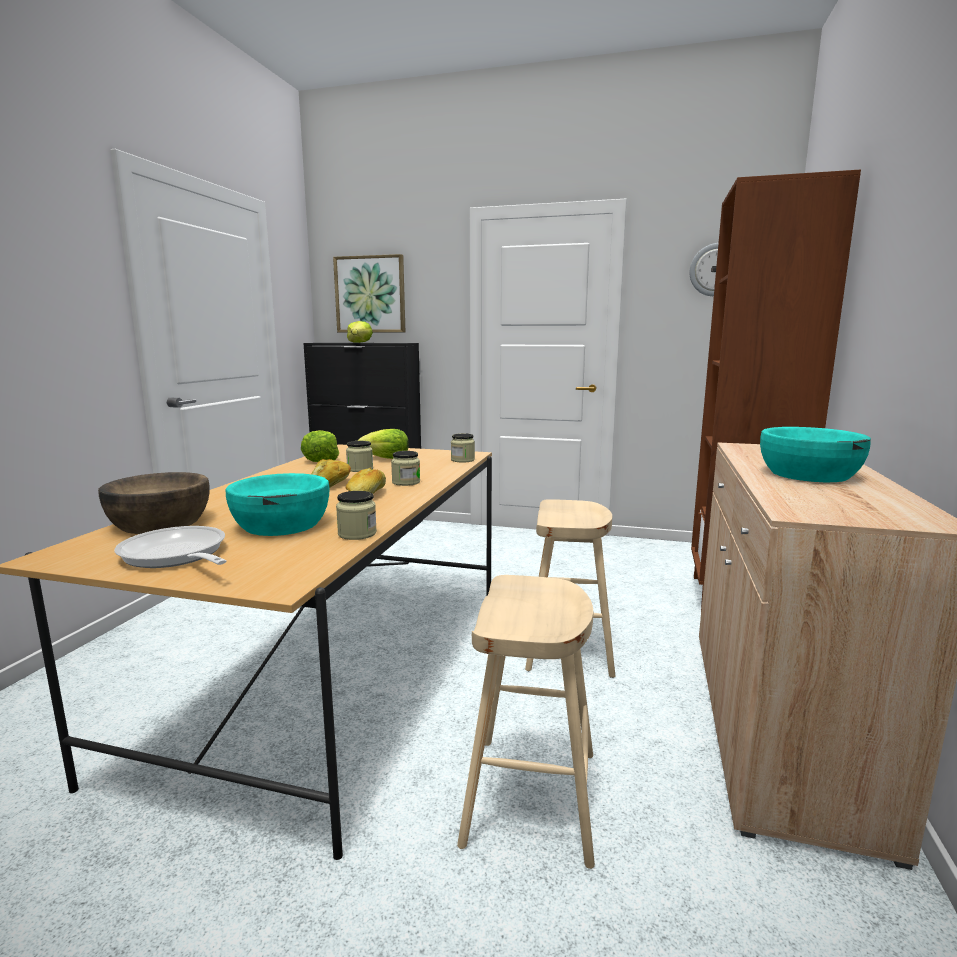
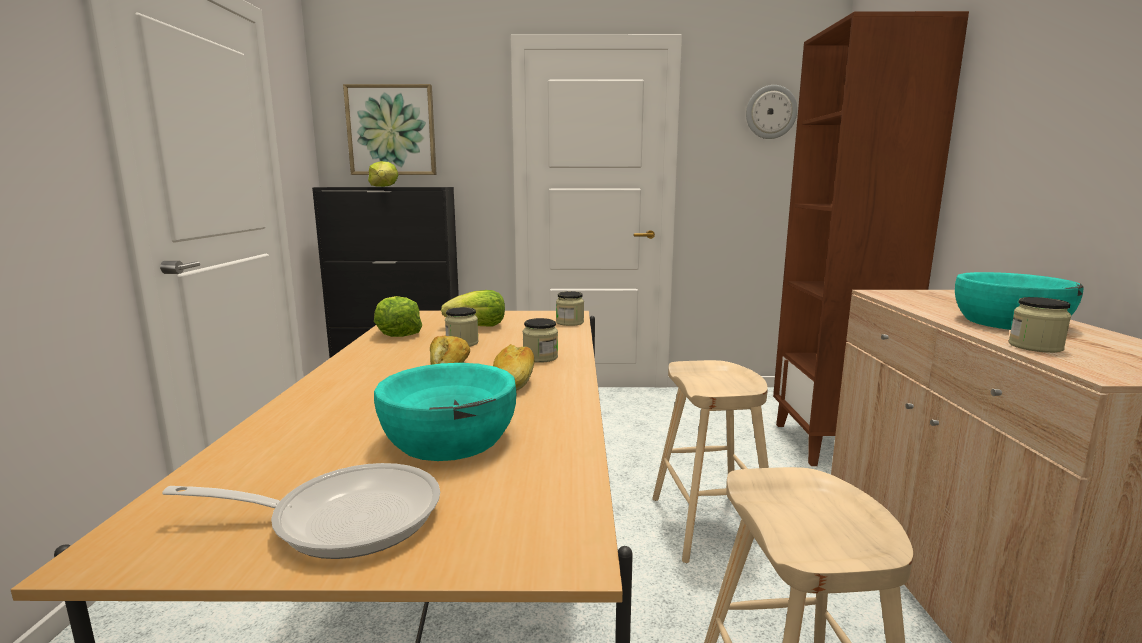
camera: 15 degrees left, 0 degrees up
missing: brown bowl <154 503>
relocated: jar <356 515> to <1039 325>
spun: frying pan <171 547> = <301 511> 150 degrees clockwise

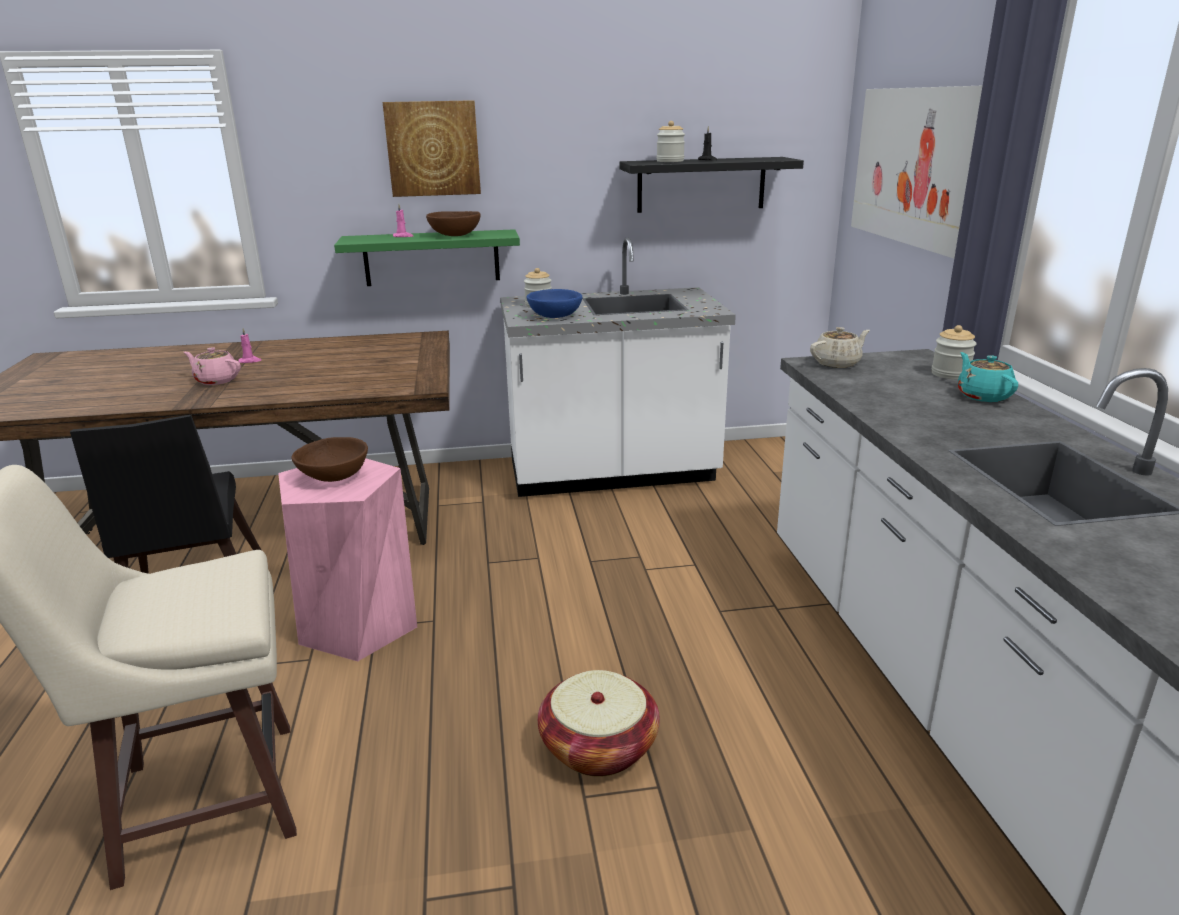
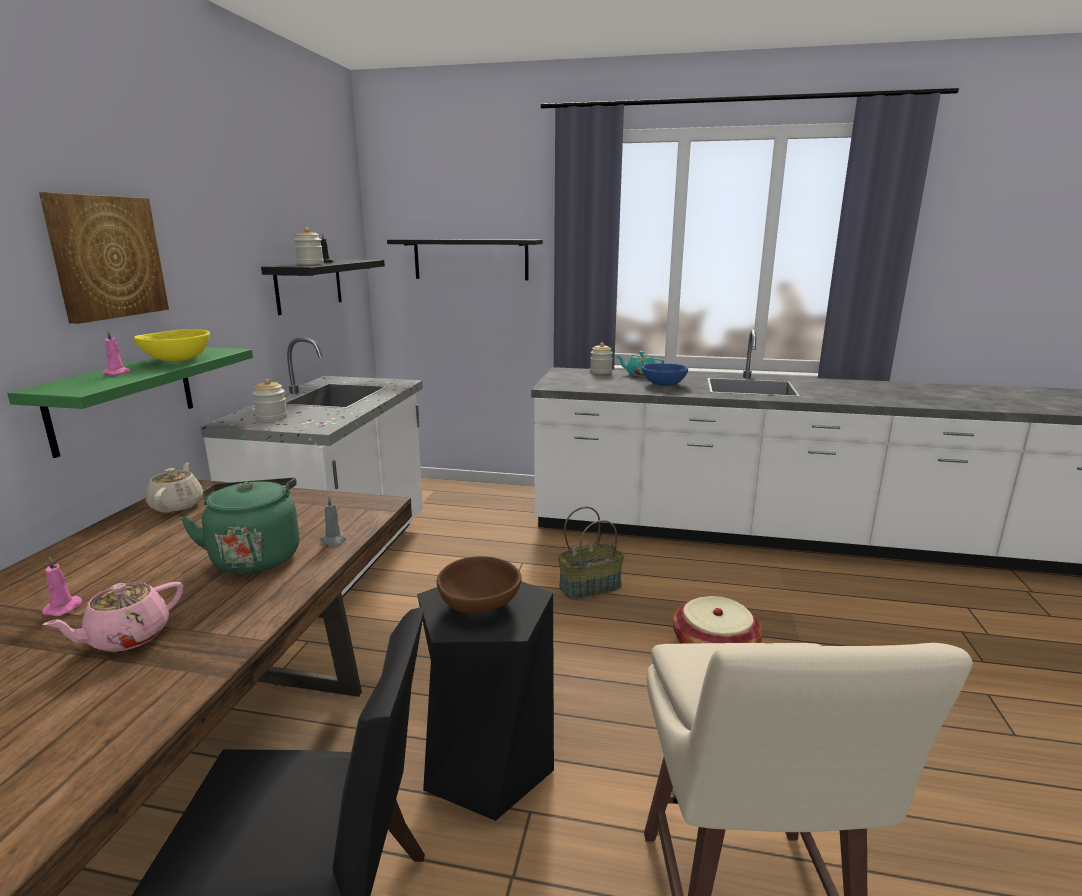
camera: 70 degrees left, 5 degrees down
appeared: green kettle <239 526>; grey candle <333 521>; basket <591 553>
relocated: blue bowl <554 303> to <665 374>; beige teapot <840 347> to <174 487>
exchanged: picture <916 172> to black shelf <465 259>
colour: pink stool <347 559> to black stool <485 701>; brown bowl <453 223> to yellow bowl <172 345>

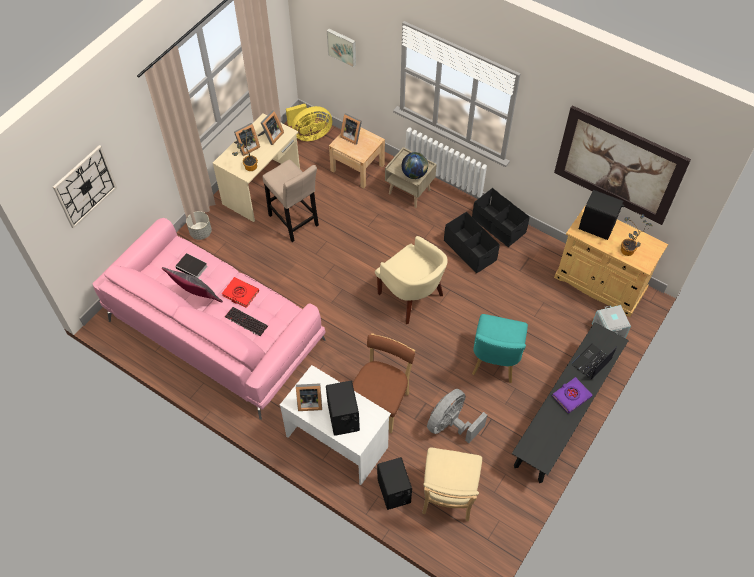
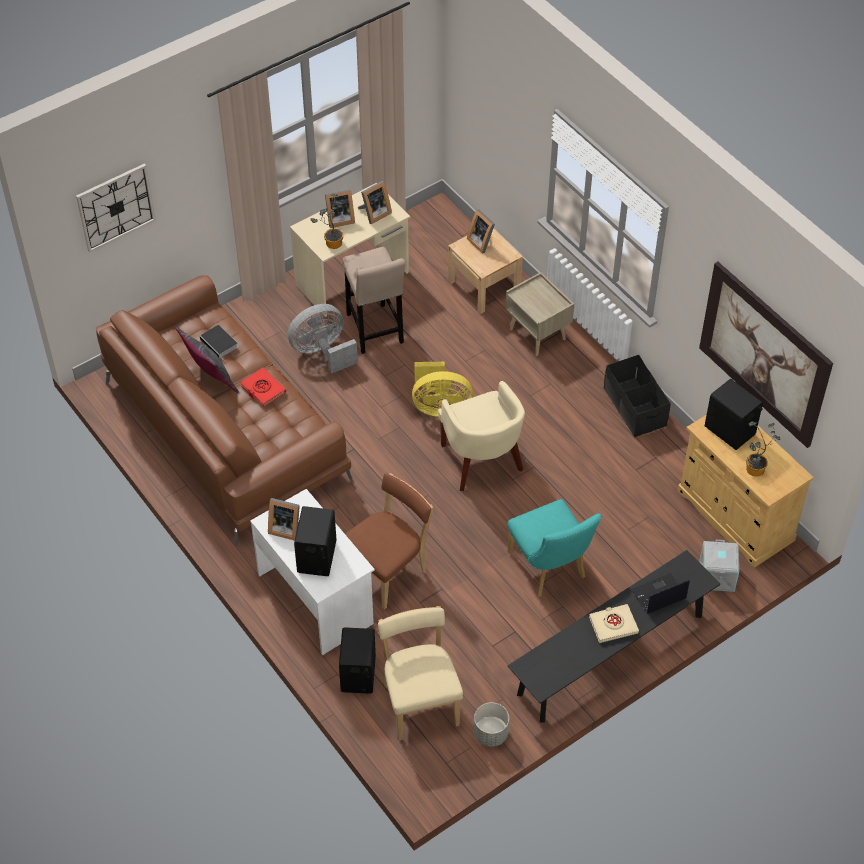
camera: 20 degrees right, 5 degrees down
missing: keyboard <246 321>; picture <341 48>; globe <415 165>; black storage box <472 243>
relocated: grey planter <199 225> to <491 724>; yellow fan <309 122> to <442 389>; grey fan <457 416> to <322 339>
colour: pink sofa <209 319> to brown sofa <224 410>; purple book <572 395> to beige book <614 623>
spun: beige chair <452 485> = <420 673> 135 degrees clockwise; turquoise chair <500 348> = <554 548> 60 degrees counterclockwise

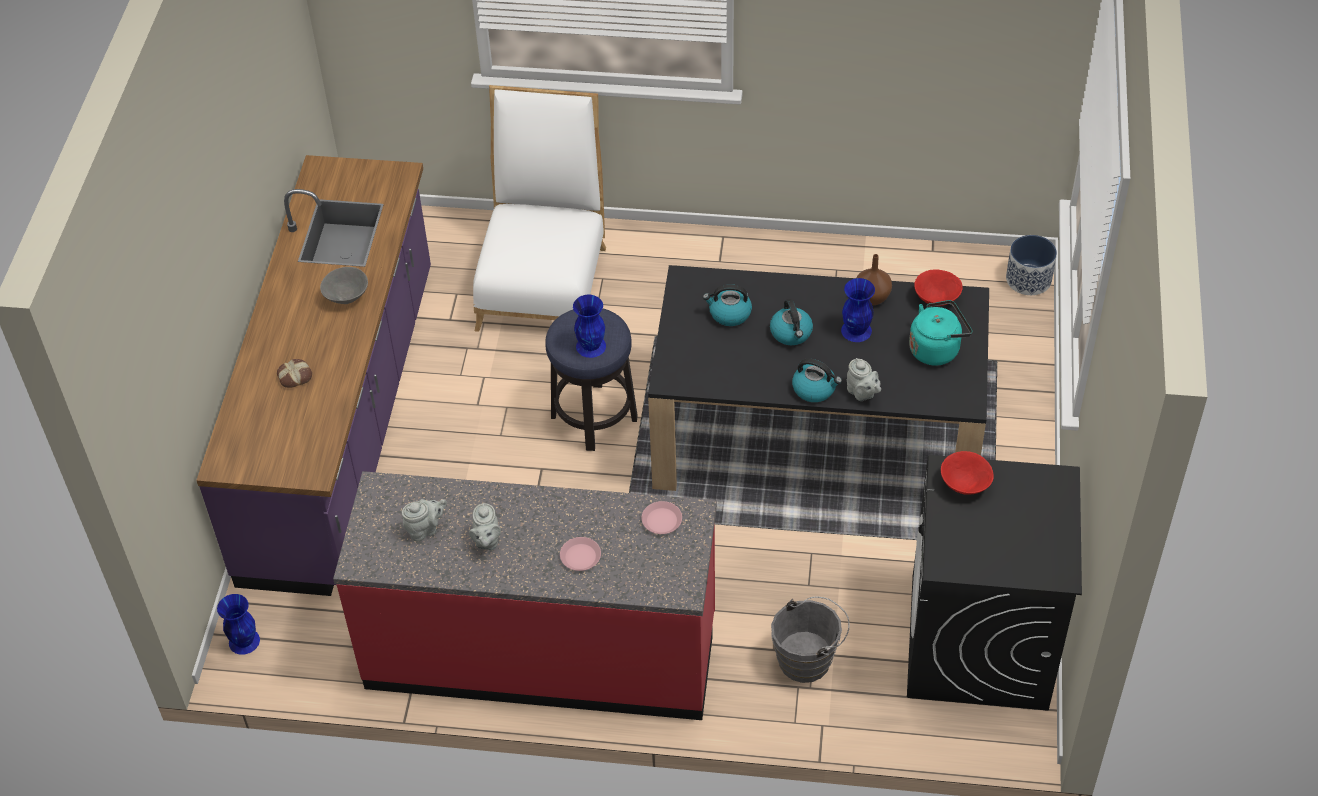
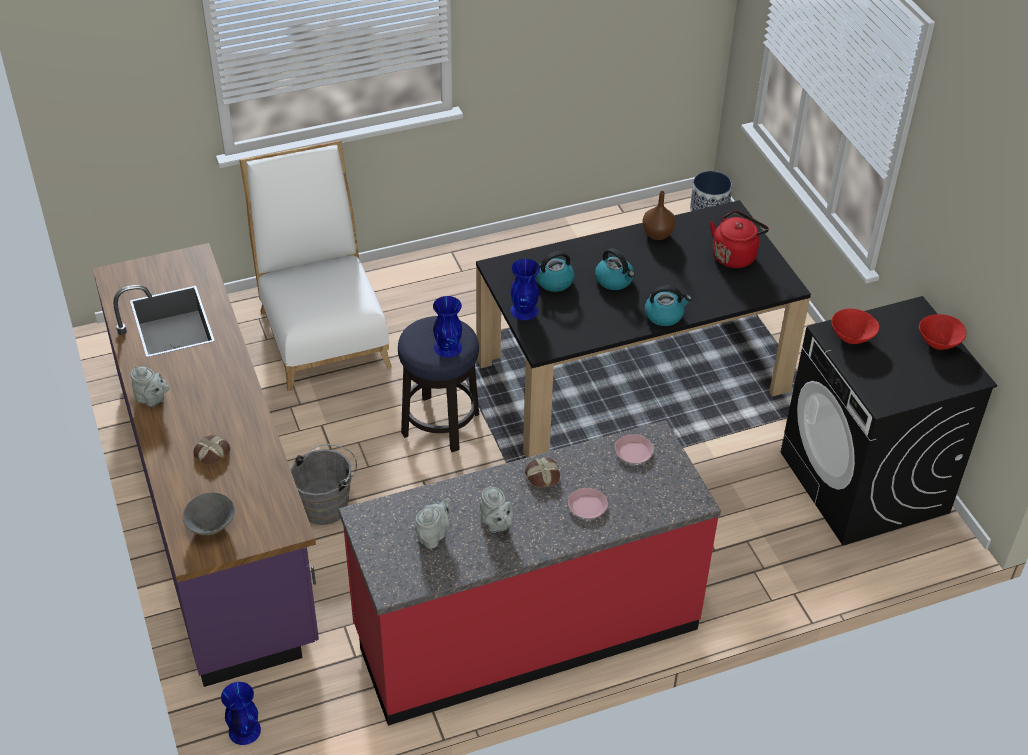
camera: 30 degrees left, 5 degrees down
appeared: bread <542 472>
relocated: grey bowl <344 285> to <209 513>; grey bucket <810 640> to <323 484>; blue vase <858 310> to <525 289>; grey teapot <864 379> to <149 386>; red bowl <938 288> to <942 332>
colour: turquoise kettle <940 333> to red kettle <739 239>

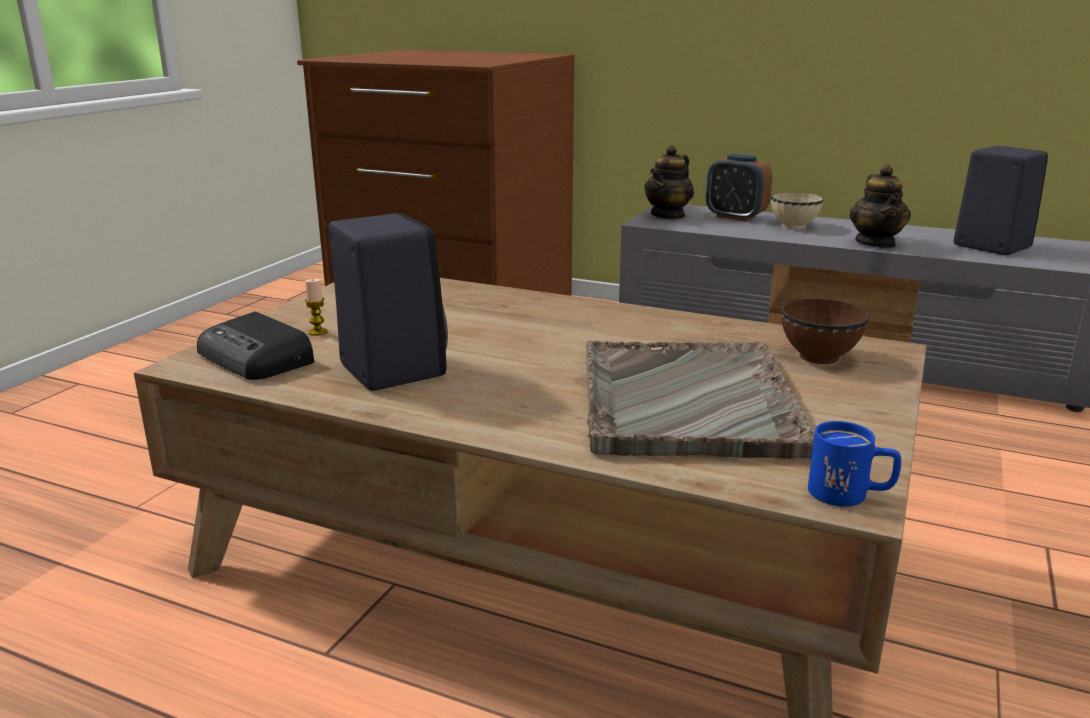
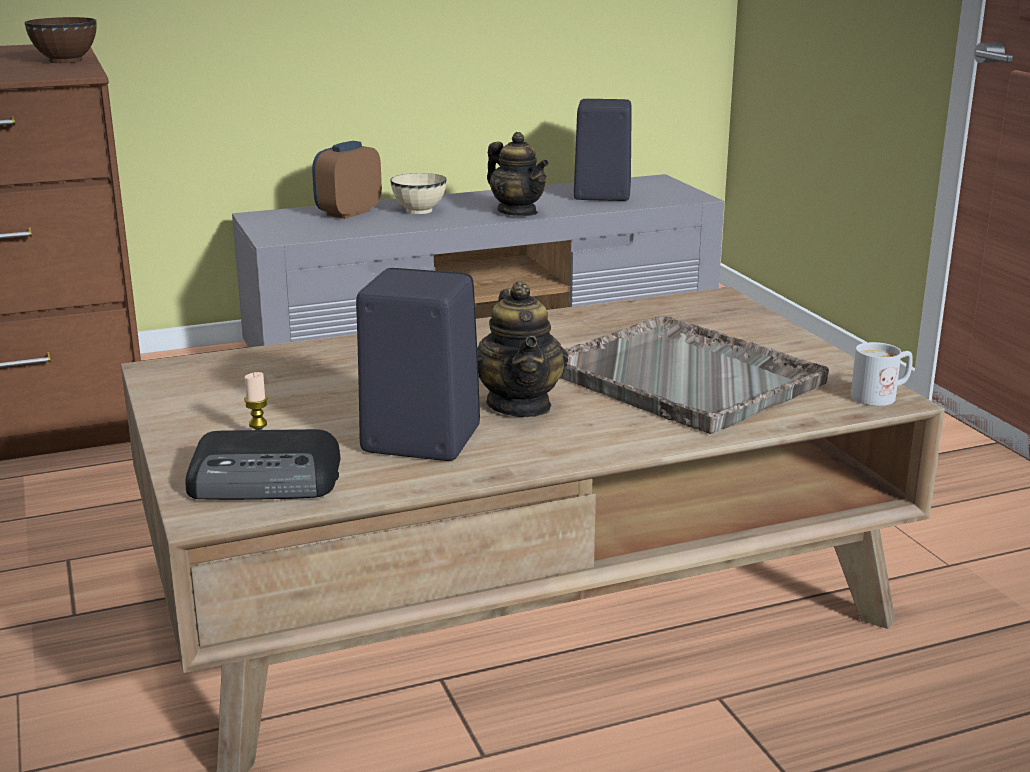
camera: 45 degrees left, 0 degrees up
relocated: teapot <669 182> to <522 349>; brown bowl <825 331> to <60 40>
colour: blue mug <854 464> to white mug <882 374>
spun: alarm clock <739 188> = <347 180> 135 degrees clockwise

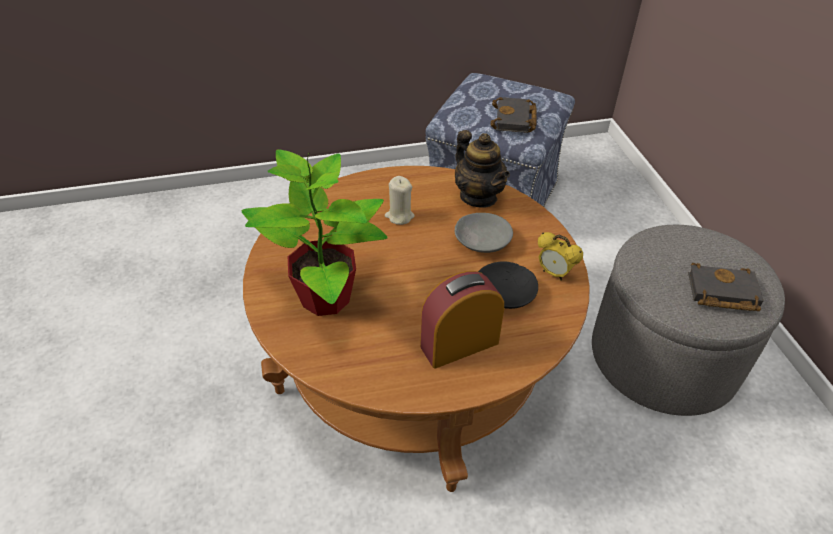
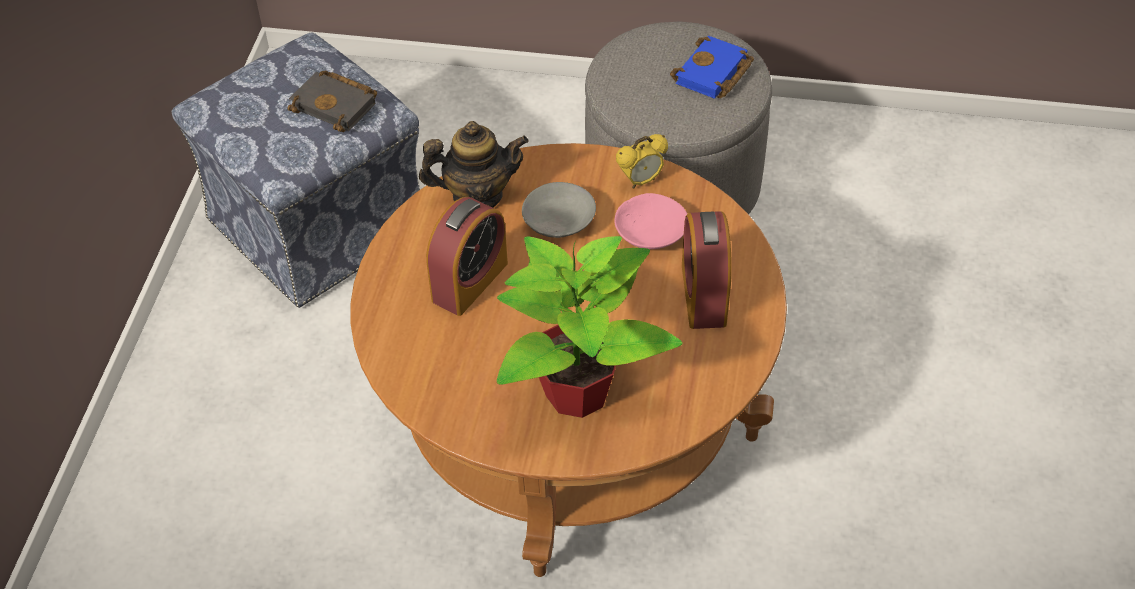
camera: 65 degrees left, 5 degrees up
exchanged: beige candle <400 200> to alarm clock <467 256>
colour: black bowl <508 285> to pink bowl <650 221>; black book <725 287> to blue book <712 67>

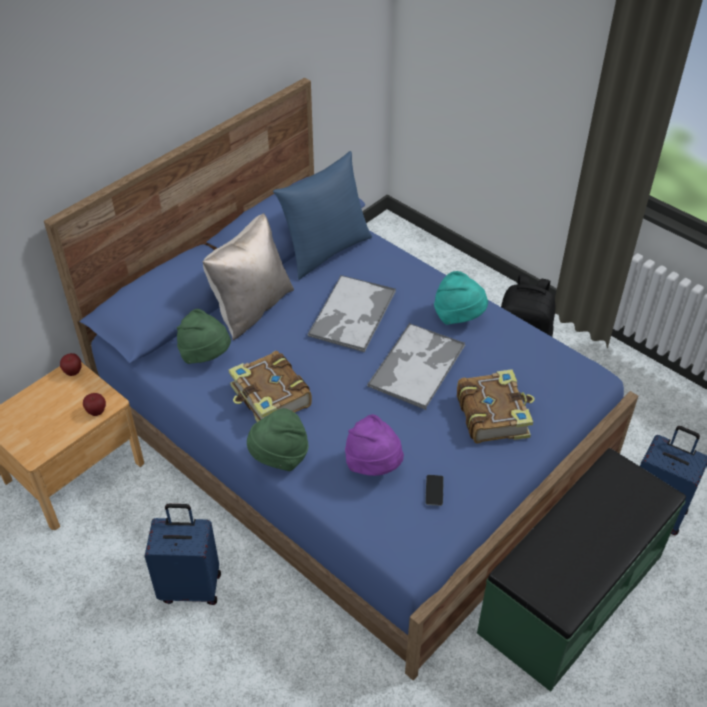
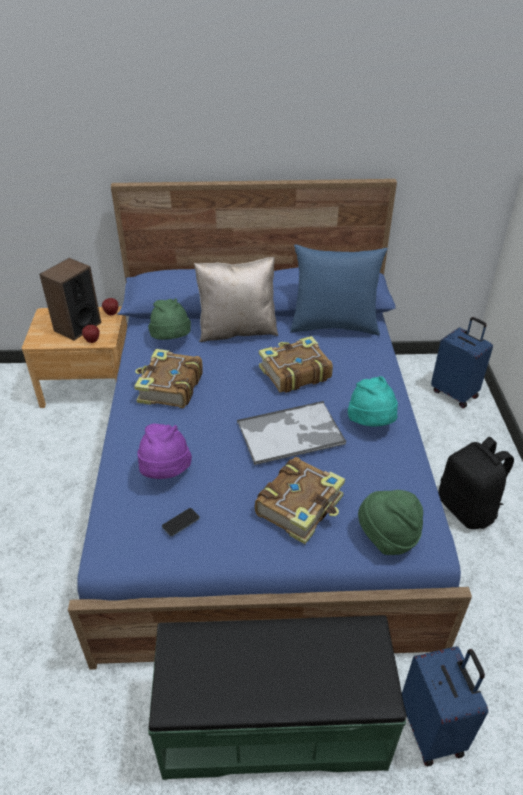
camera: 45 degrees right, 5 degrees down
appeared: speaker <70 299>
relocated: blue suitcase <183 554> to <462 362>; green hat <277 439> to <390 522>
exchanged: tray <351 313> to book <296 364>

